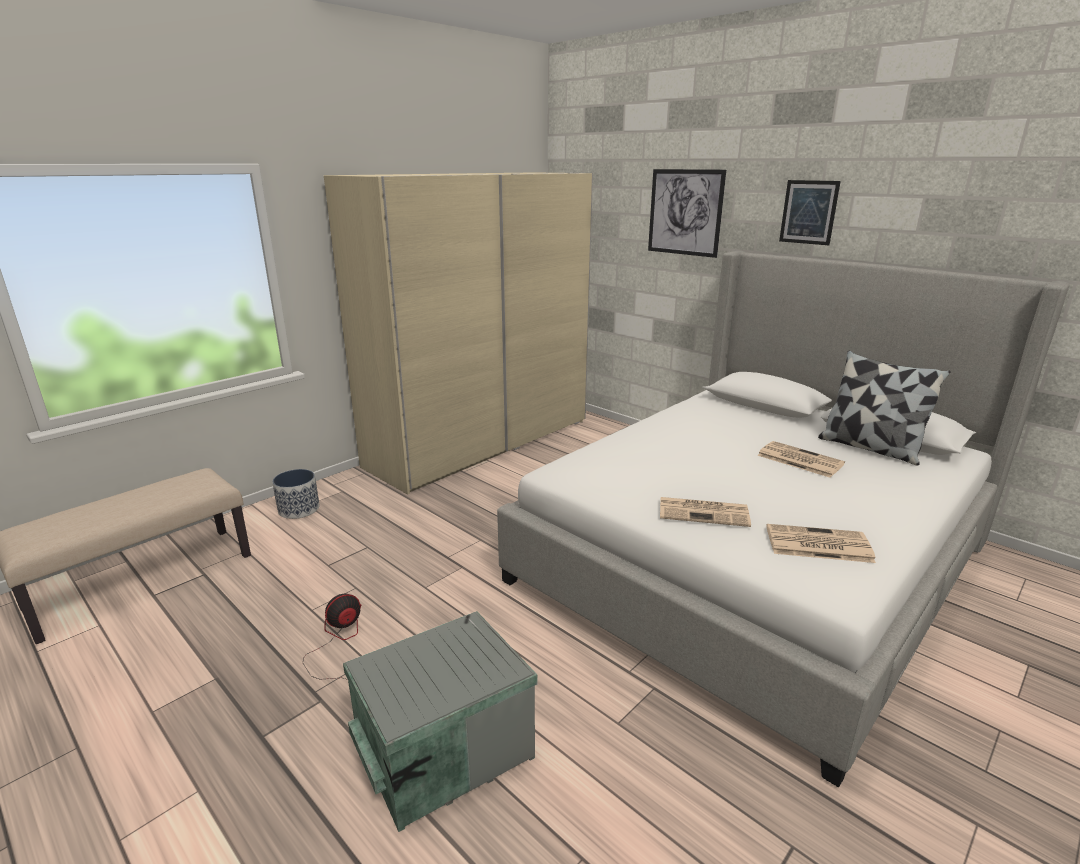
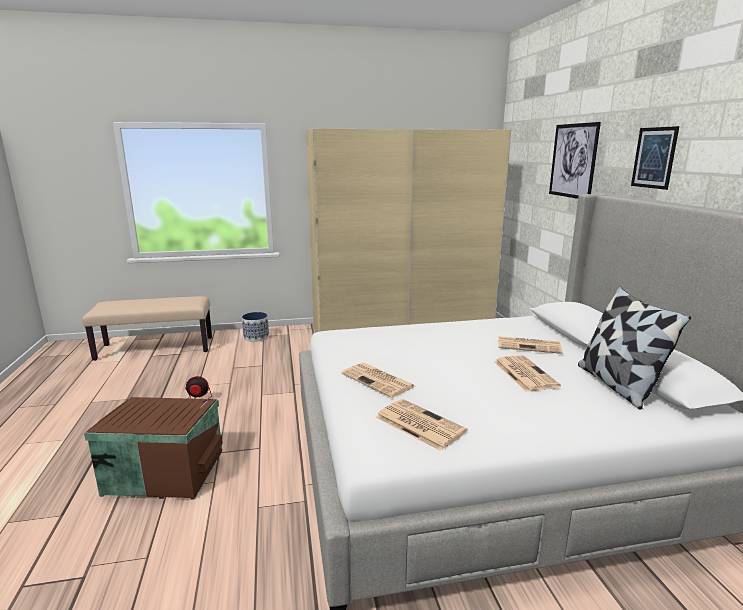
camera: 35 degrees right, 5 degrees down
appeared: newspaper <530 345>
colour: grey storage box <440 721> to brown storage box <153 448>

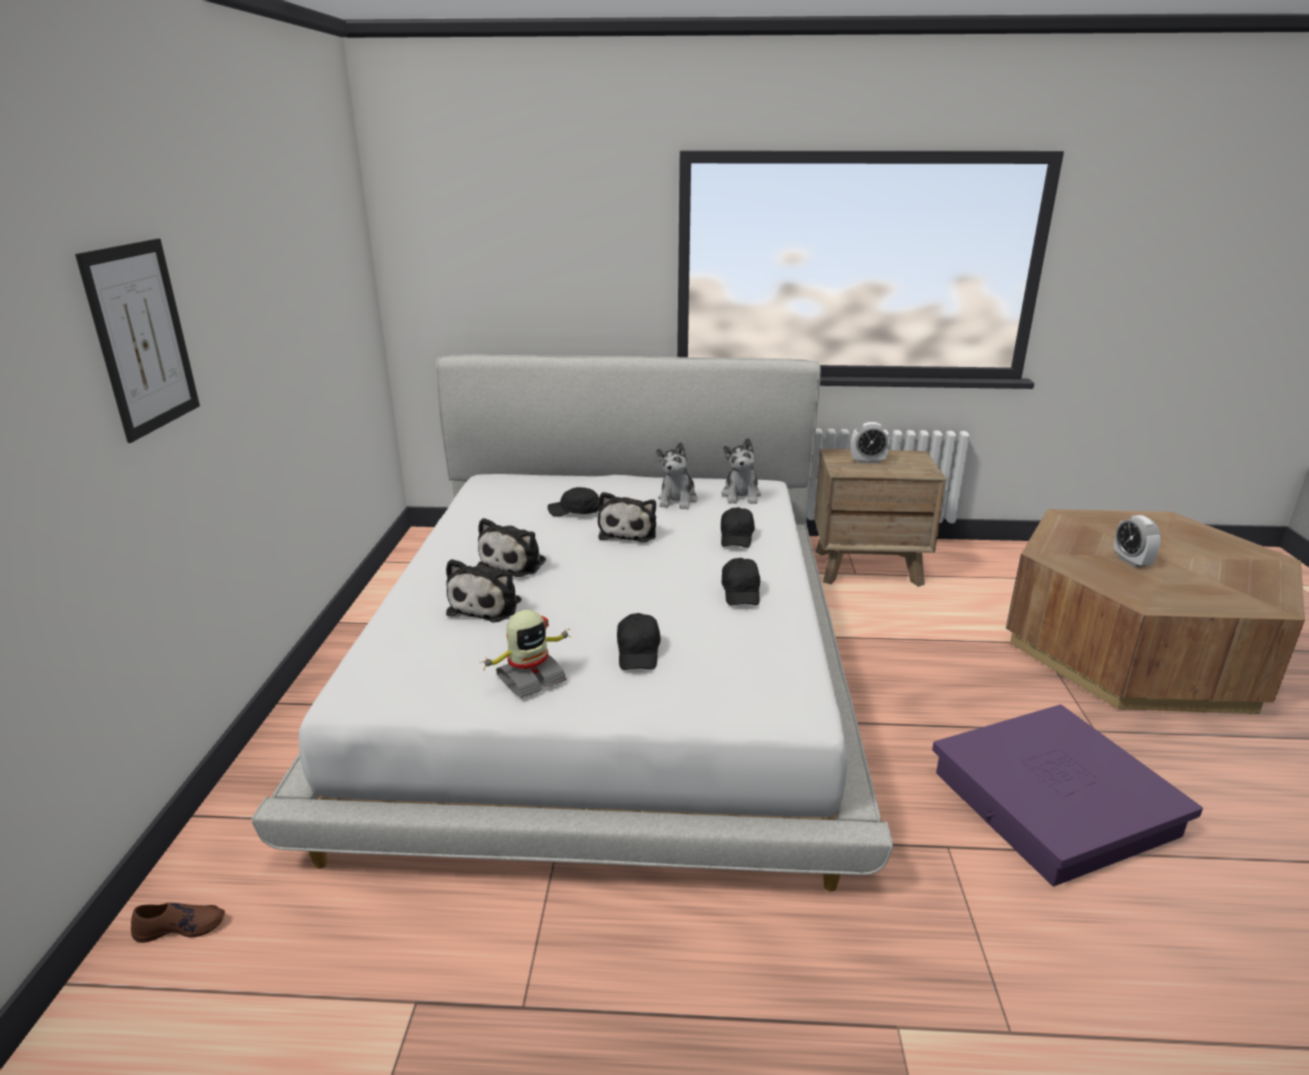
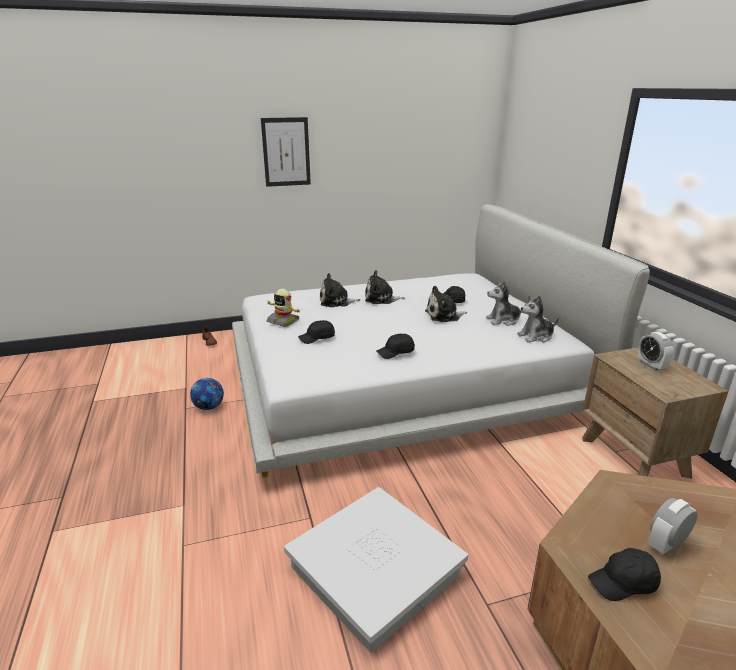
camera: 70 degrees right, 0 degrees up
appeared: football <207 394>
relocated: black cap <738 527> to <624 574>
colour: purple storage box <1067 795> to white storage box <376 570>

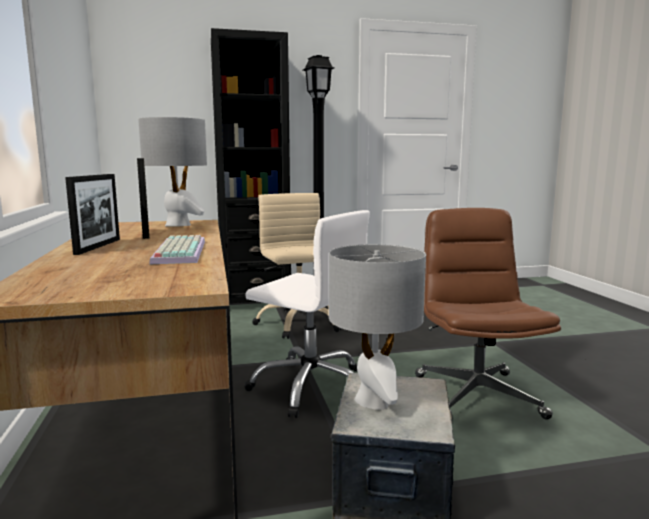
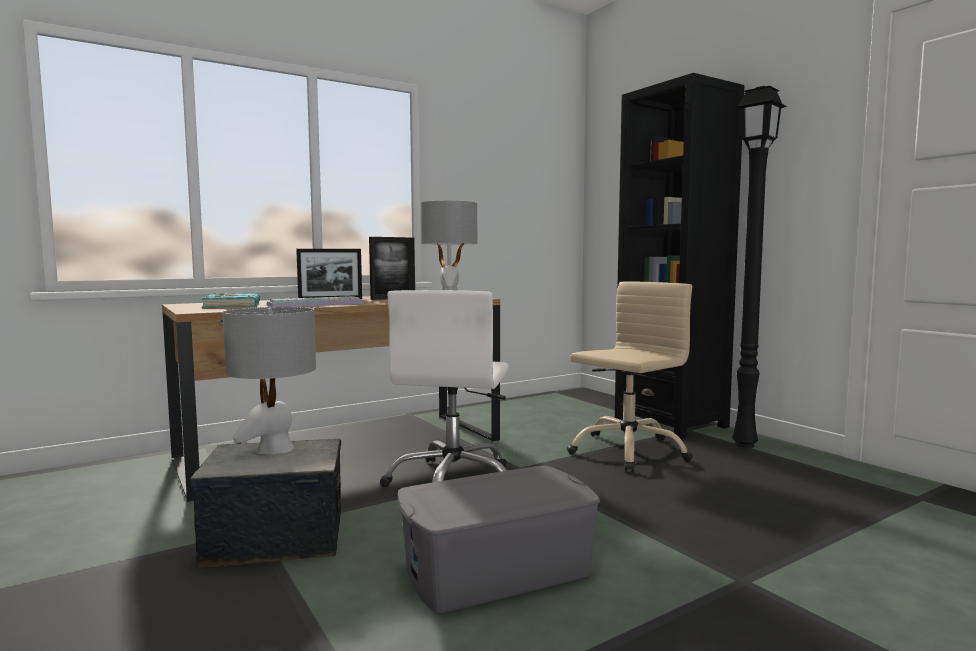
camera: 70 degrees right, 5 degrees down
appeared: turquoise book <230 300>
exchanged: brown office chair <488 314> to grey storage box <499 539>

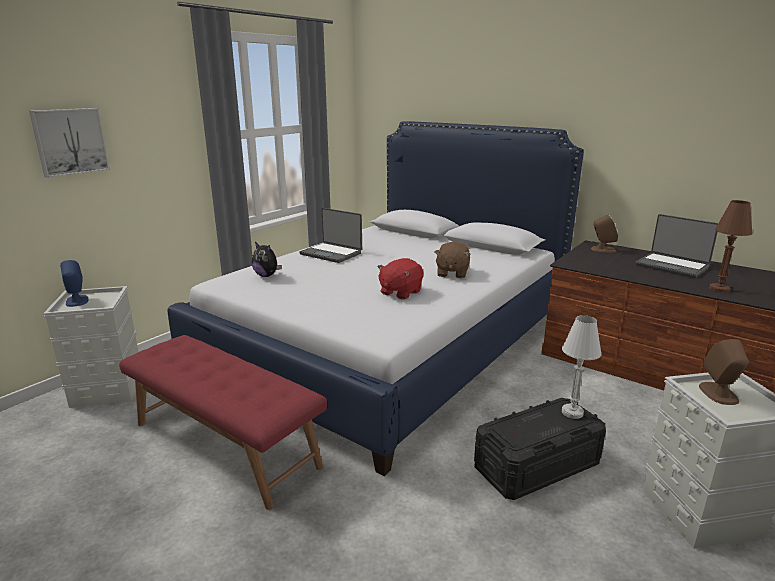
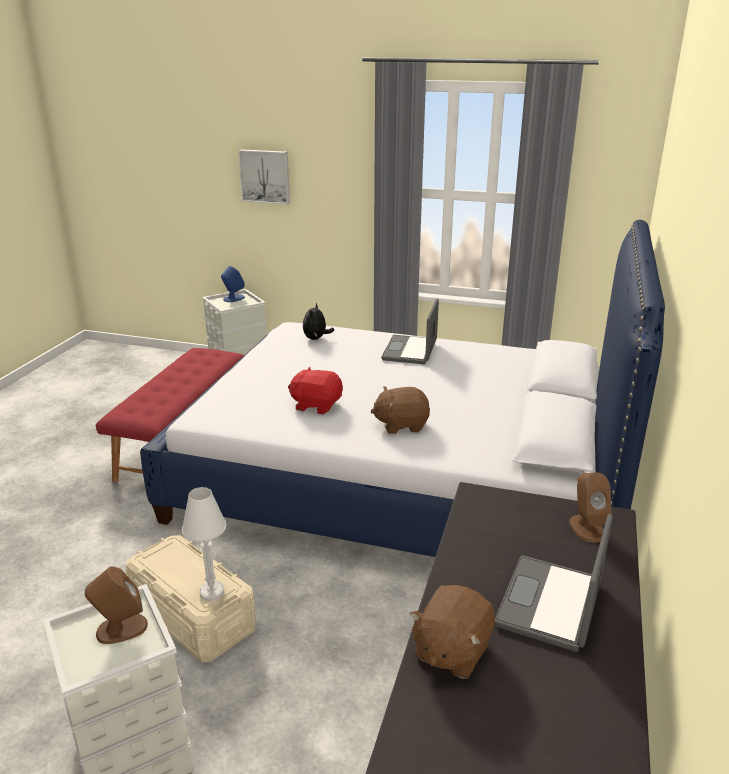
camera: 70 degrees right, 5 degrees up
exchanged: brown table lamp <731 246> to brown plush toy <452 632>
colour: black storage box <540 449> to beige storage box <190 598>

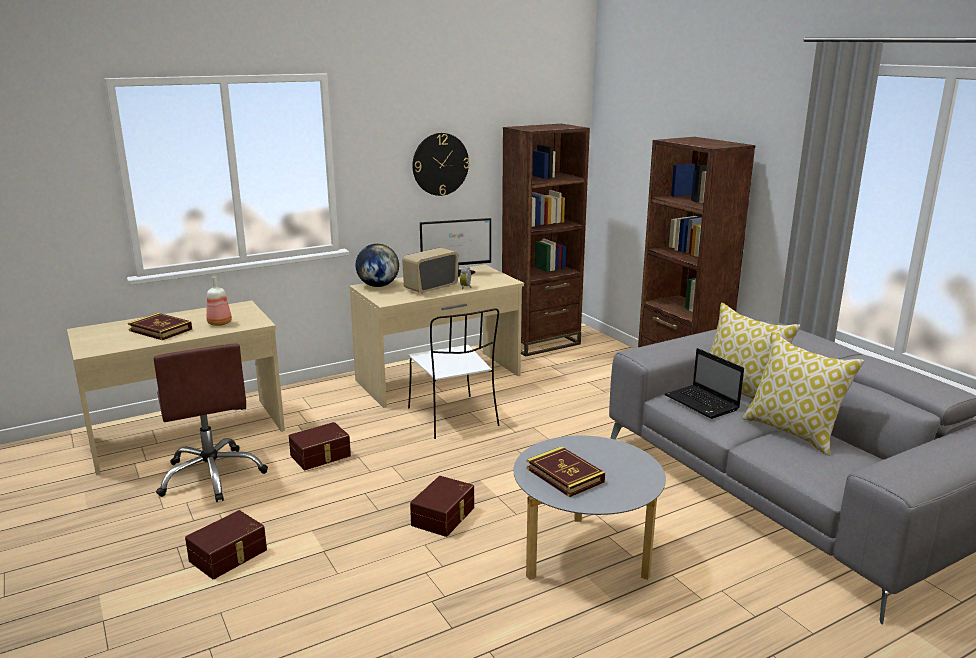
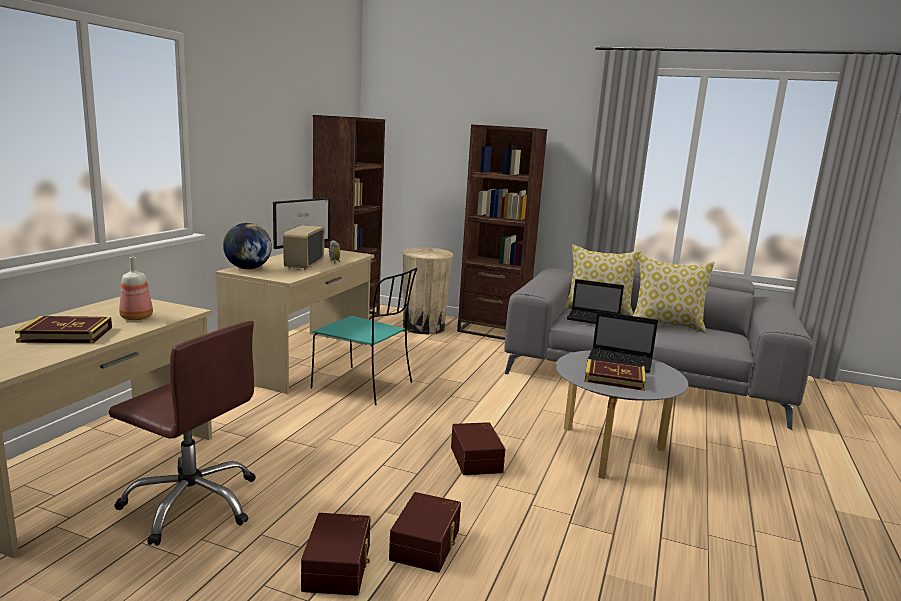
camera: 40 degrees left, 5 degrees down
missing: wall clock <440 164>
appeared: beige trash can <427 290>; laptop <622 342>
relocated: brown storage box <320 446> to <425 532>
colour: white chair <454 374> to turquoise chair <364 336>

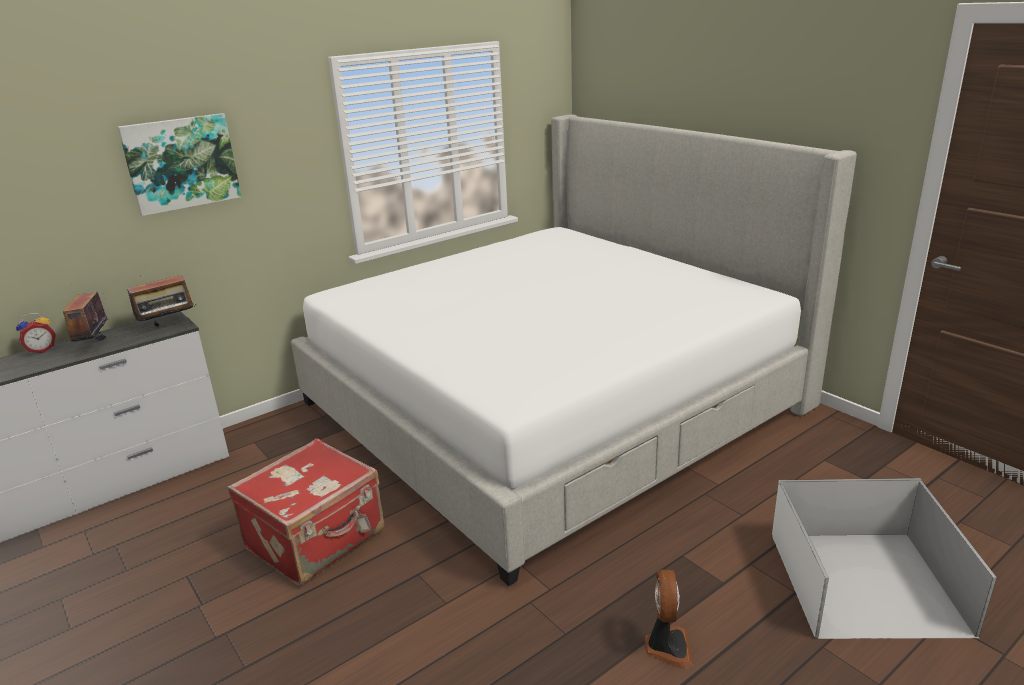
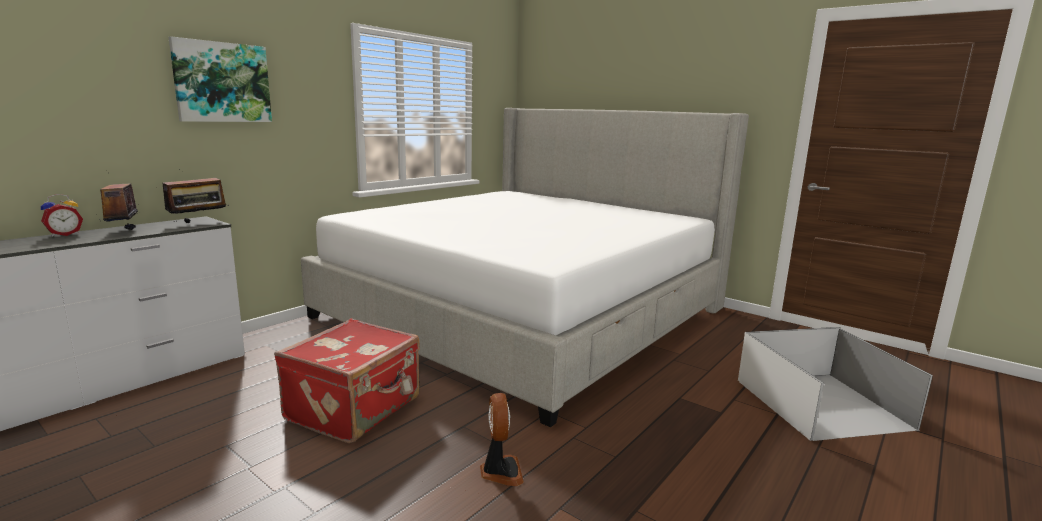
camera: 15 degrees left, 10 degrees down
relocated: fan <668 619> to <502 439>

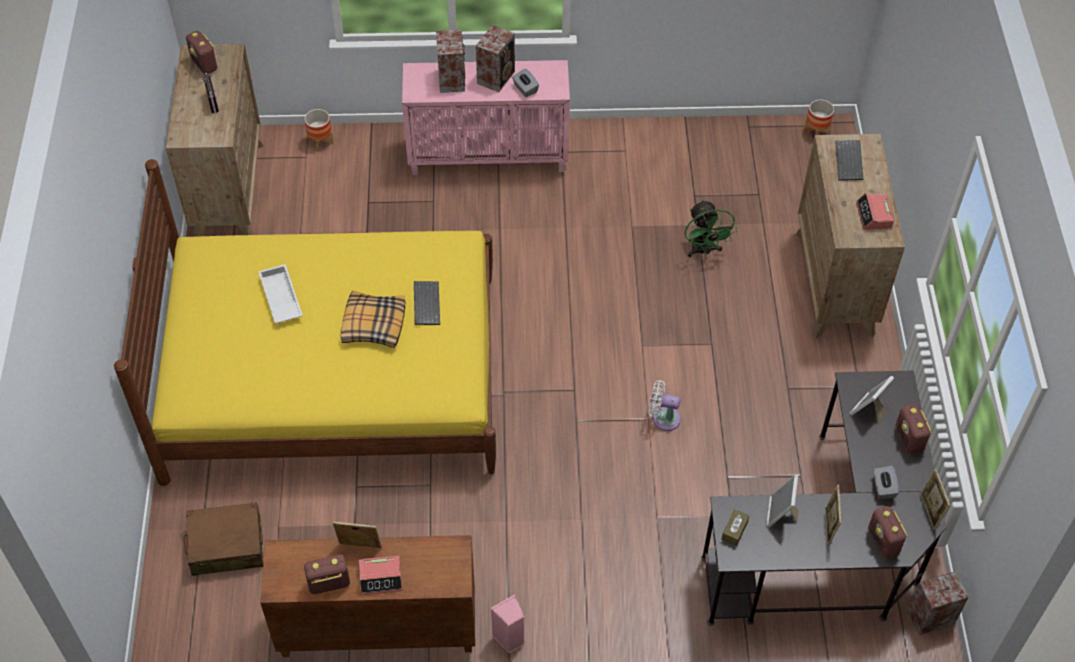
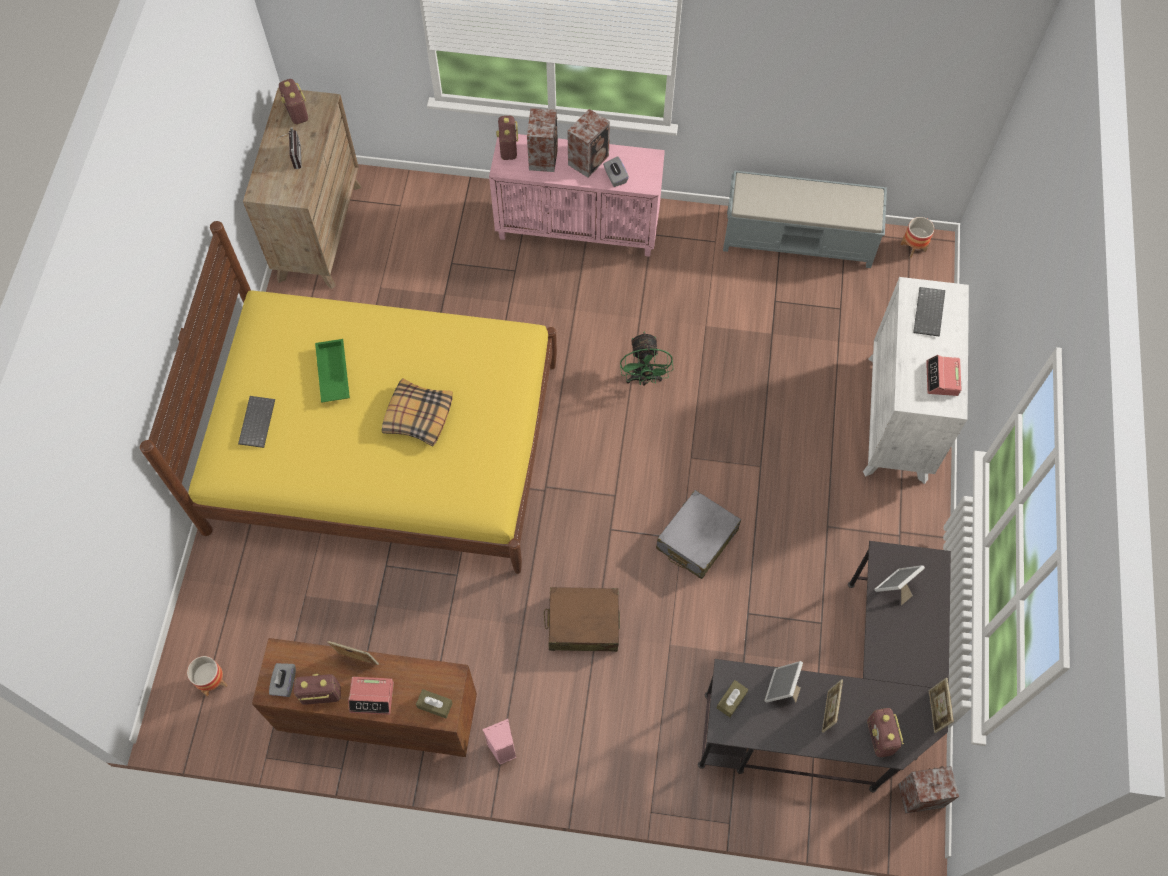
camera: 10 degrees right, 10 degrees up
appeared: brown tissue box <434 703>; grey bench <805 219>
relocated: brown suitcase <223 539> to <582 619>; planter <319 130> to <207 676>; keyboard <427 303> to <256 422>; green fan <711 228> to <647 359>; grey tissue box <886 482> to <282 680>; radio <913 429> to <507 138>
exchanged: white fan <665 405> to grey suitcase <698 534>
colour: white tray <280 294> to green tray <332 371>; brown dresser <850 236> to white dresser <916 380>

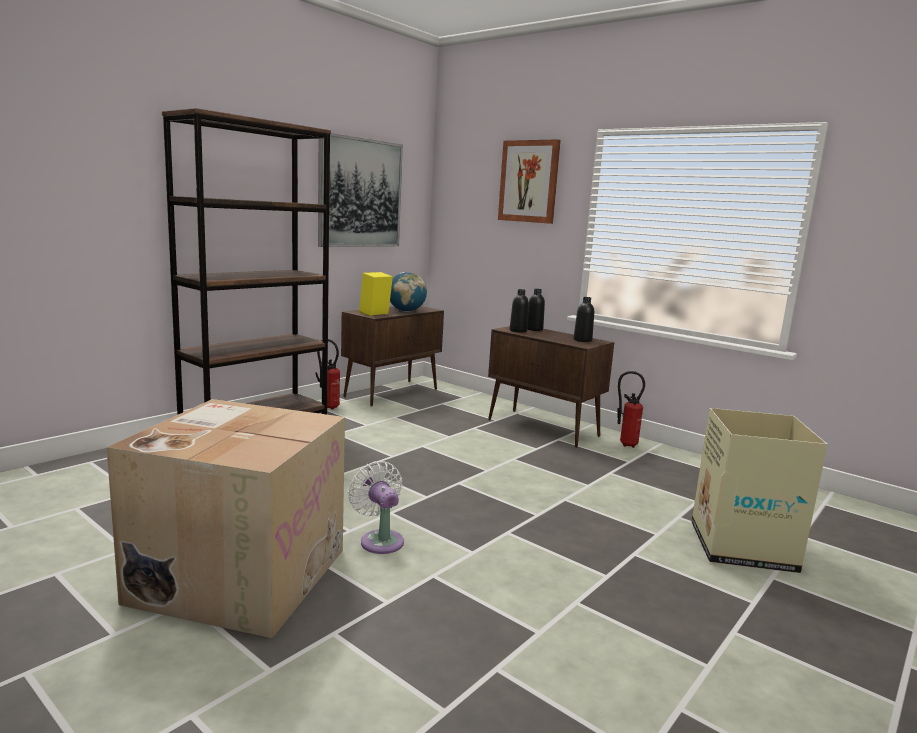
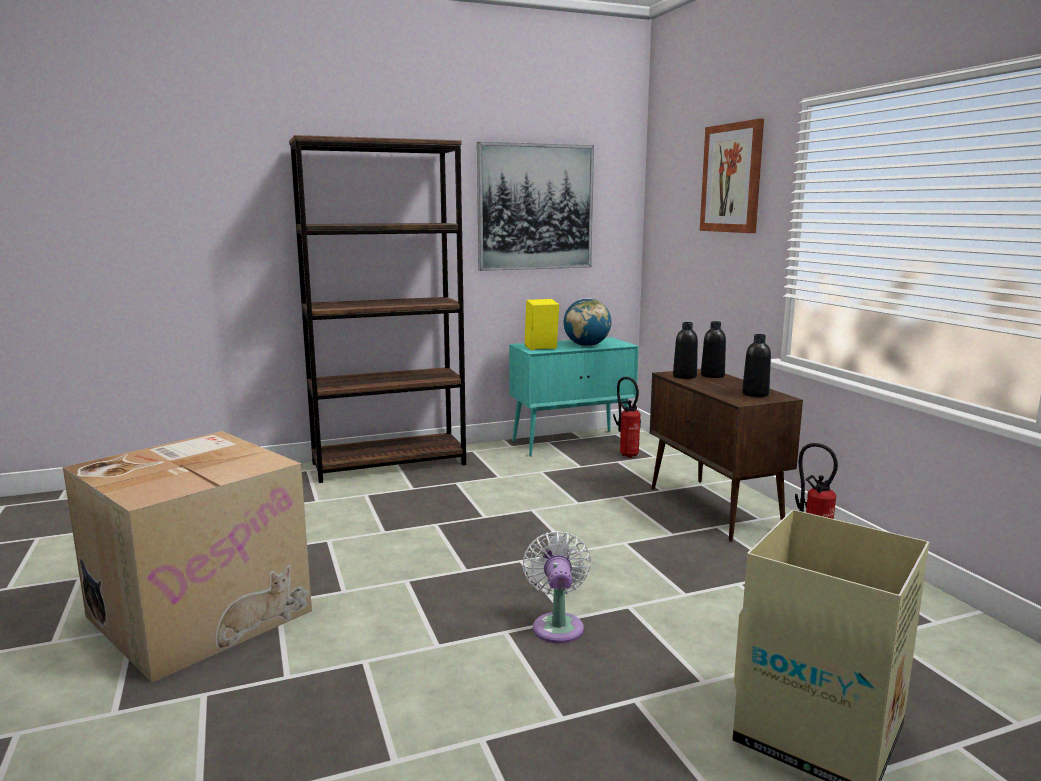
camera: 30 degrees right, 0 degrees up
relocated: fire extinguisher <328 374> to <627 417>; white fan <376 507> to <557 587>
colour: brown cabinet <392 356> to turquoise cabinet <574 396>

